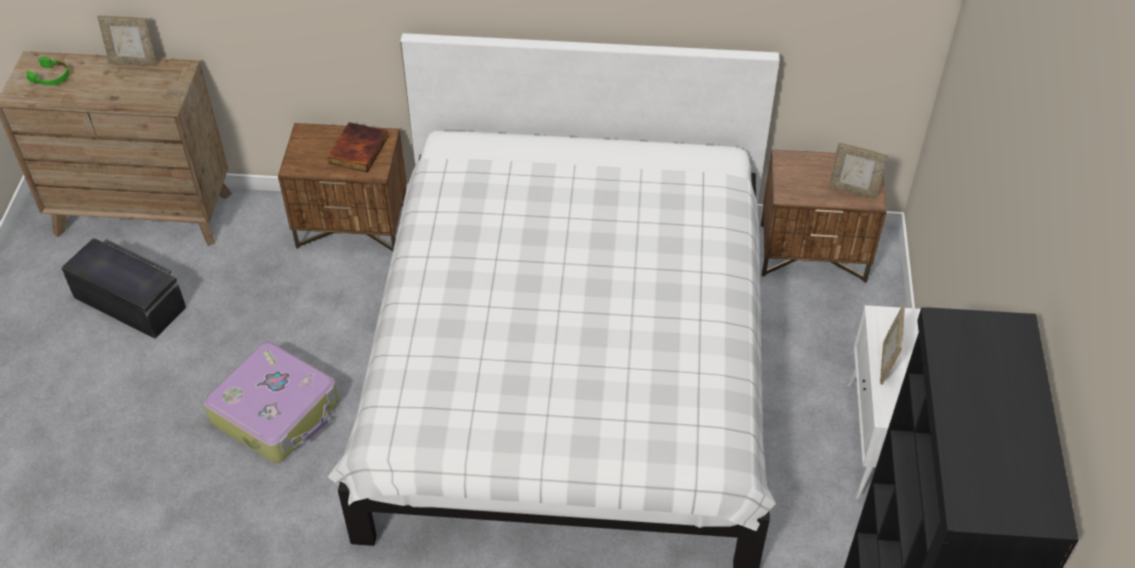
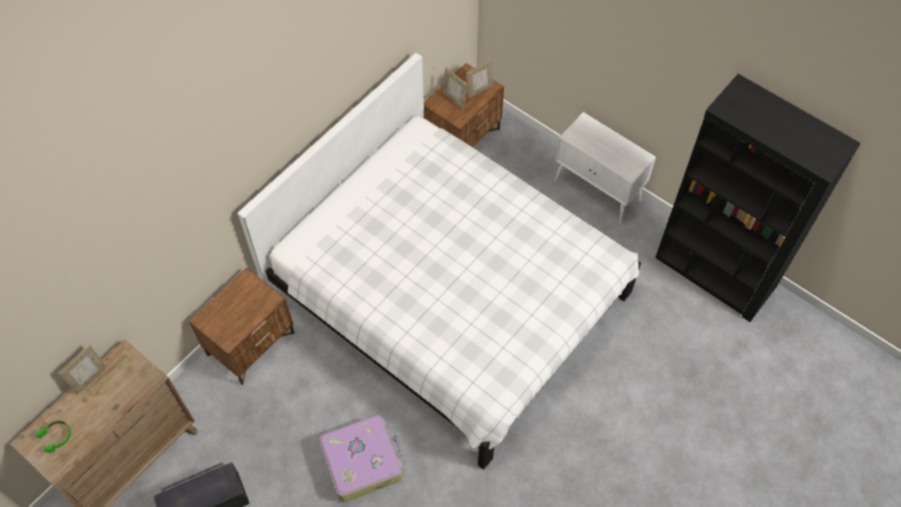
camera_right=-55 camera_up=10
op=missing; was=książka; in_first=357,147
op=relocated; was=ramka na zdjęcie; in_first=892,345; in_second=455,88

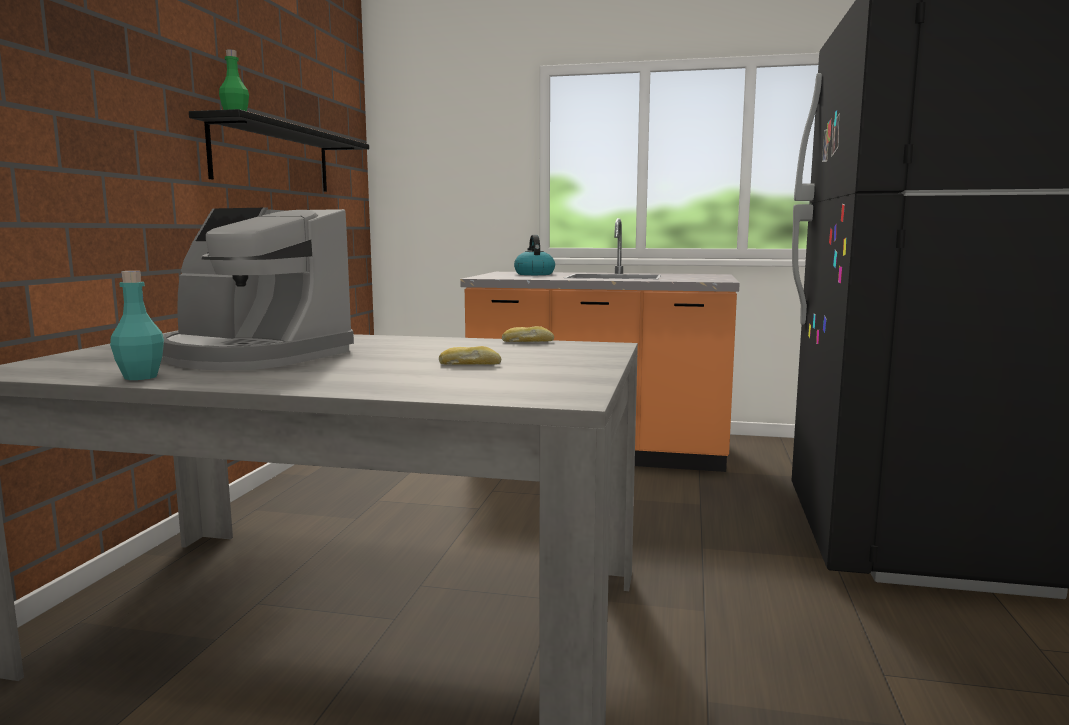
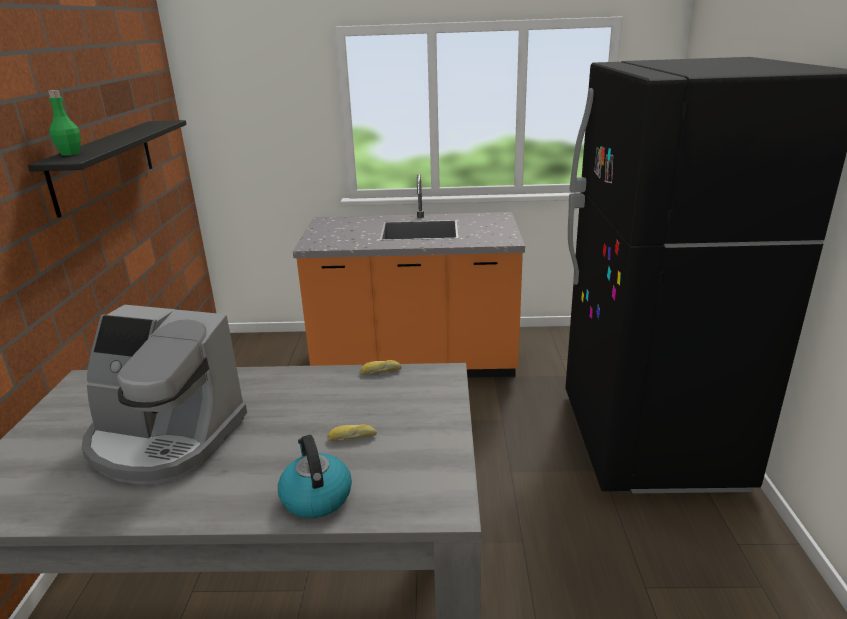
camera_right=-10 camera_up=15
op=relocated; was=czajnik; in_first=534,255; in_second=315,476
op=missing; was=butelka (turkusowy); in_first=137,325

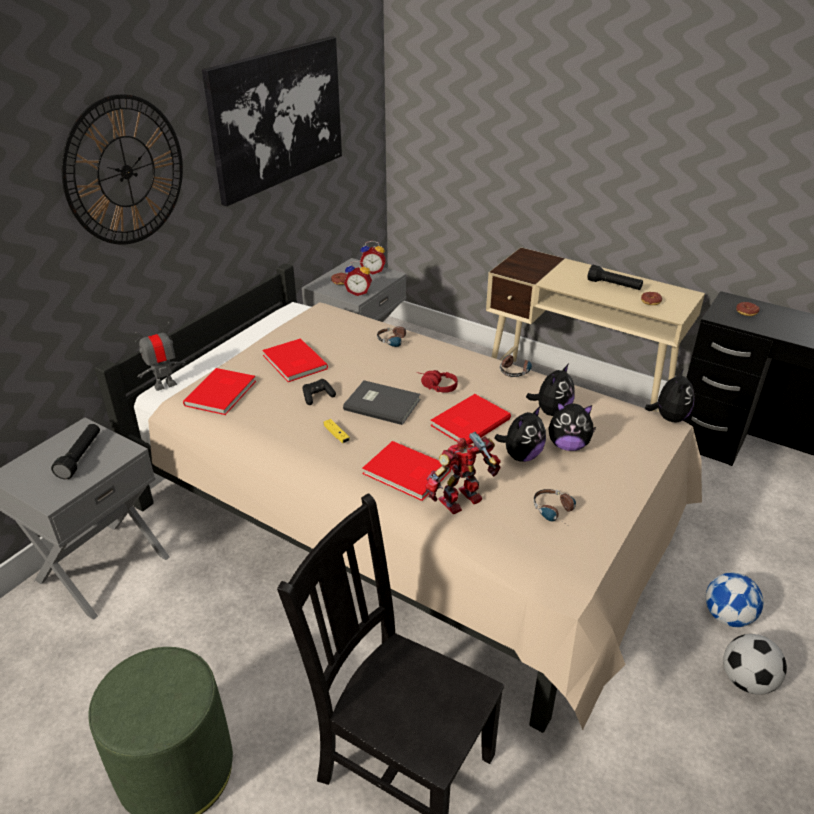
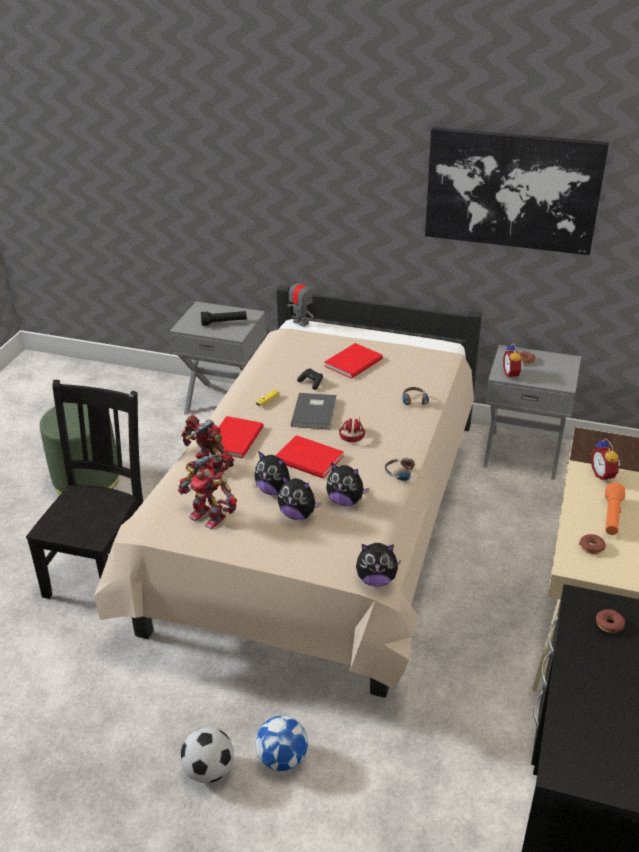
camera_right=75 camera_up=0
op=missing; was=zegar ścienny; in_first=122,169
op=relocated; was=budzik; in_first=373,258; in_second=606,460
op=colour; was=latarka (czarny); now=latarka (pomarańczowy); in_first=615,277; in_second=615,509
op=missing; was=książka (czerwony); in_first=219,391
op=spun; was=pluszak; in_first=572,426; in_second=300,498; clockwise=-60
op=exchanged; was=słuchawki; now=robot zabawkowy; in_first=554,507; in_second=207,490

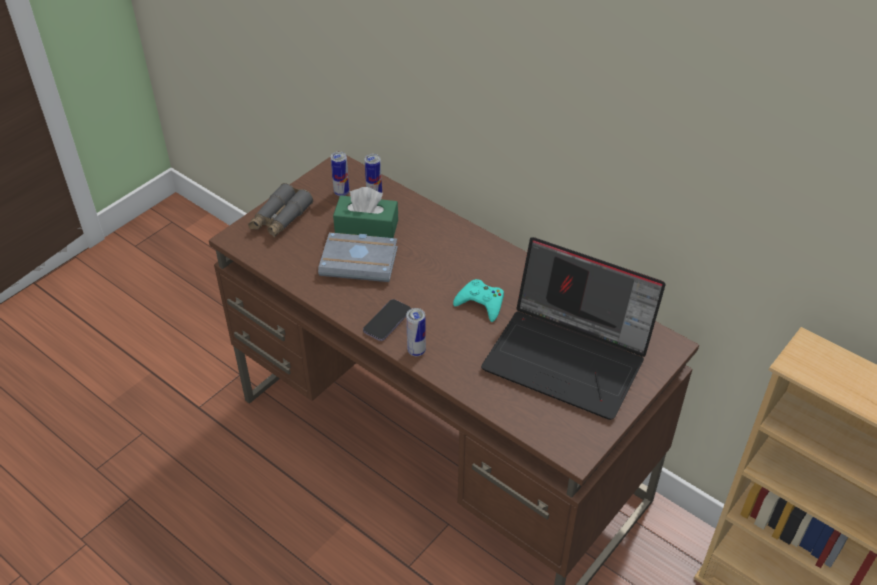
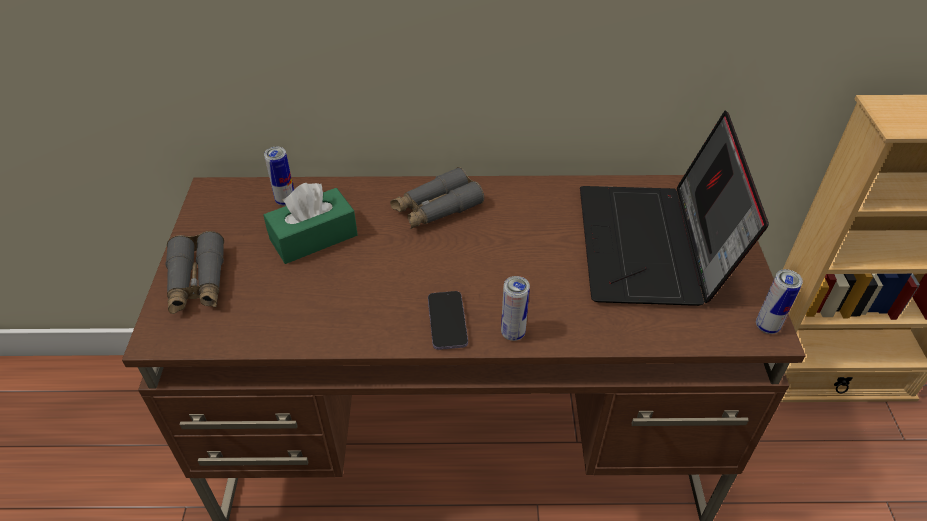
camera_right=-40 camera_up=0
op=relocated; was=puszka; in_first=340,174; in_second=779,301
op=missing; was=książka (szary); in_first=358,257
op=spun; was=laptop; in_first=573,328; in_second=674,208; clockwise=105
op=missing; was=pad do gier (turkusowy); in_first=478,300
op=appeared; now=lornetka (szary); in_second=437,198

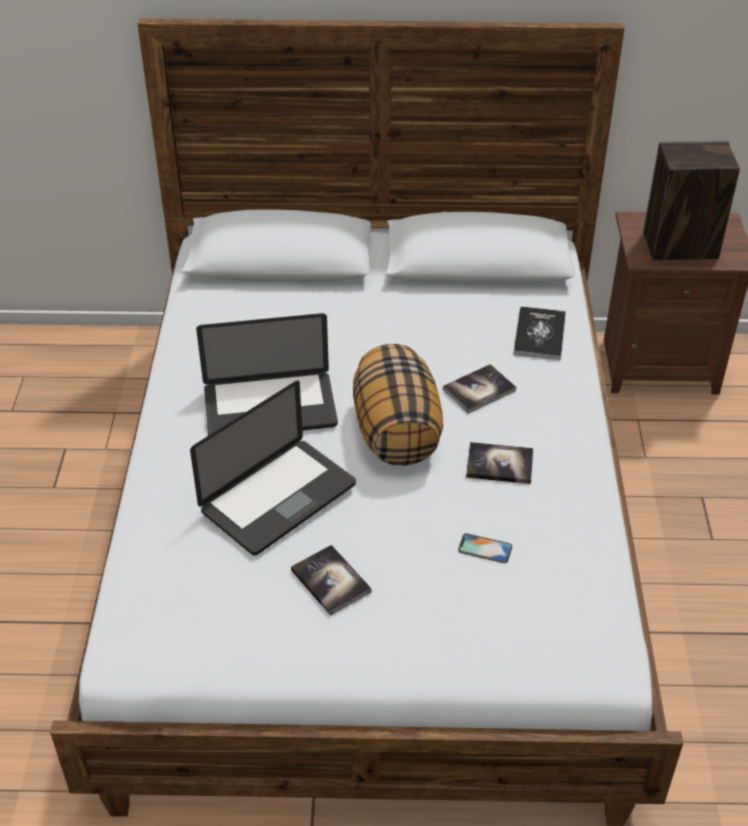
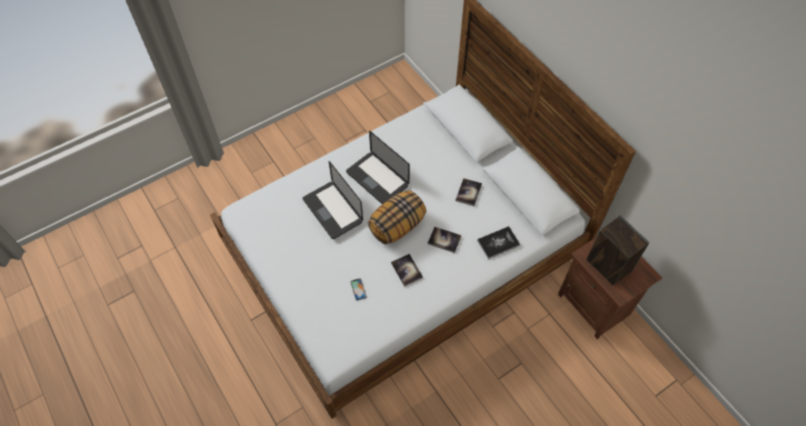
camera_right=55 camera_up=15
op=spun; was=laptop; in_first=273,468; in_second=333,200; clockwise=45
op=relocated; was=książka; in_first=331,580; in_second=469,192

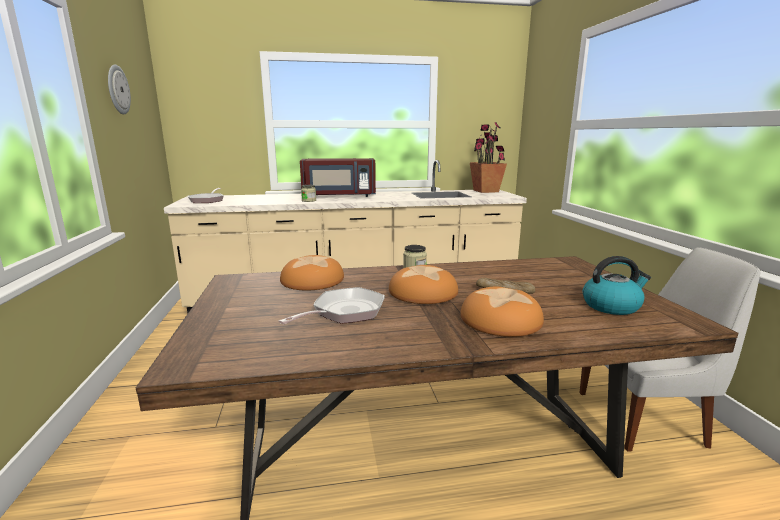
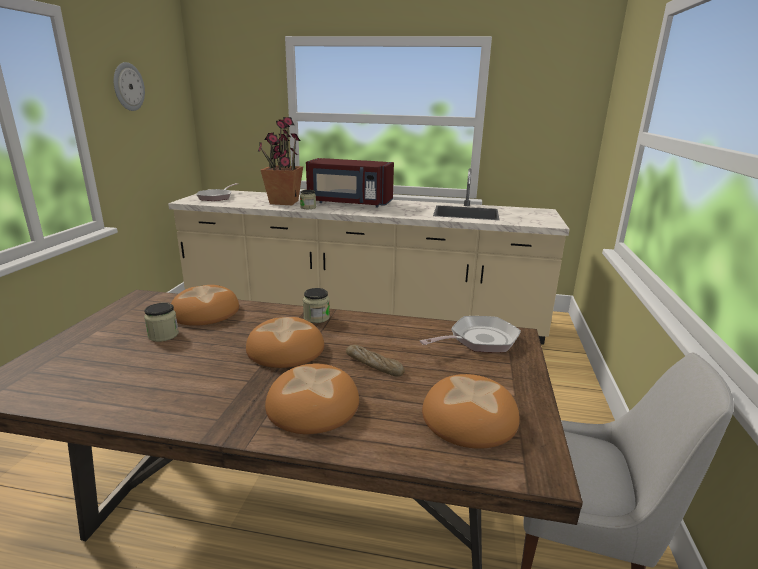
camera_right=20 camera_up=5
op=relocated; was=roślina doniczkowa; in_first=488,157; in_second=280,161
op=exchanged; was=czajnik; now=chleb; in_first=617,285; in_second=471,411
op=relocated; was=patelnia; in_first=332,305; in_second=470,334
op=appeared; now=słoik; in_second=161,322

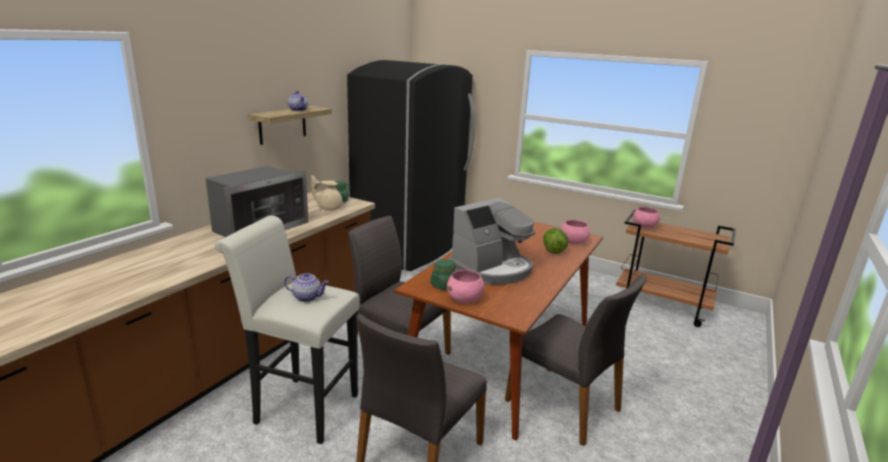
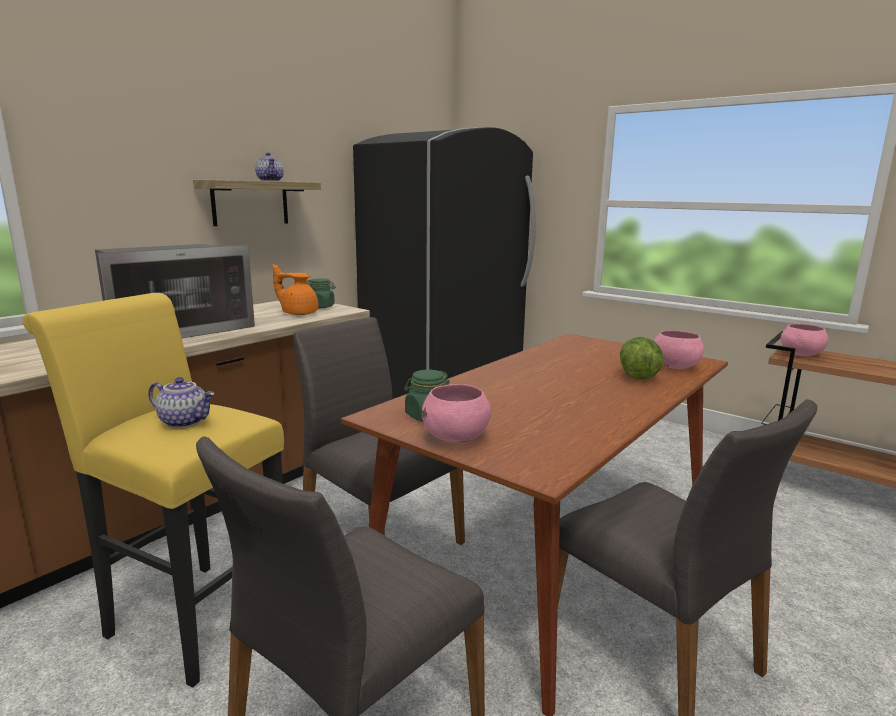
camera_right=10 camera_up=-5
op=colour; was=imbryk (beżowy); now=imbryk (pomarańczowy); in_first=327,192; in_second=296,289
op=missing; was=ekspres do kawy; in_first=491,241
op=colour; was=stołek (biały); now=stołek (żółty); in_first=287,329; in_second=153,490

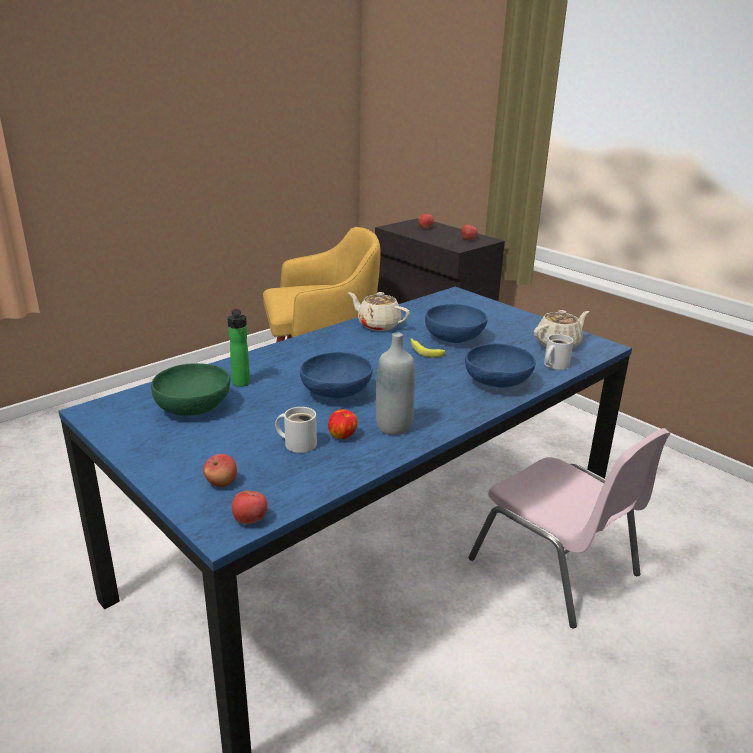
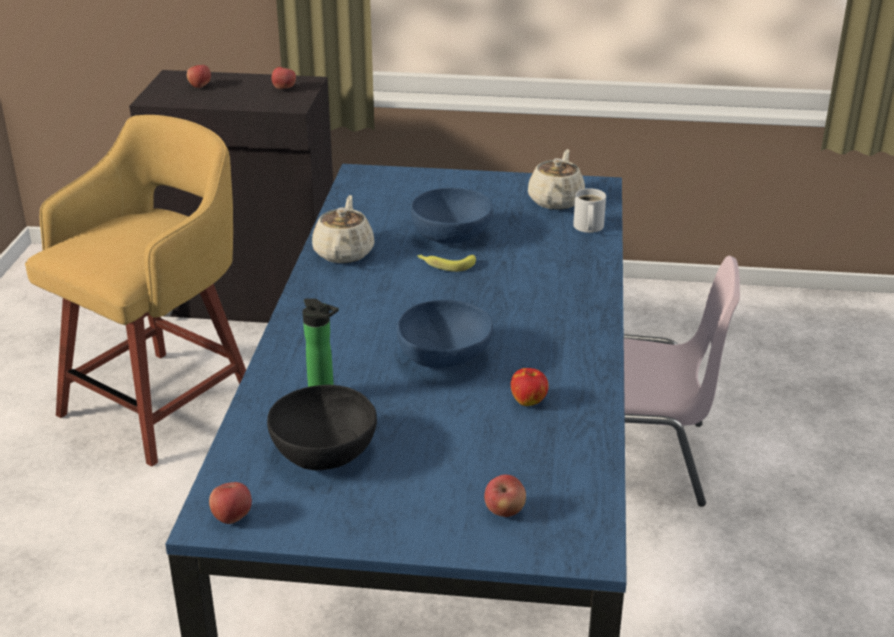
camera_right=-40 camera_up=5
op=spun; was=imbryk (beżowy); in_first=379,311; in_second=343,229; clockwise=105
op=missing; was=butelka (szary); in_first=395,383
op=missing; was=miska (niebieski); in_first=500,366
op=colour; was=miska (zielony); now=miska (czarny); in_first=190,389; in_second=322,427
op=missing; was=kubek (biały); in_first=296,430
op=relocated; was=jabłko; in_first=250,507; in_second=230,503

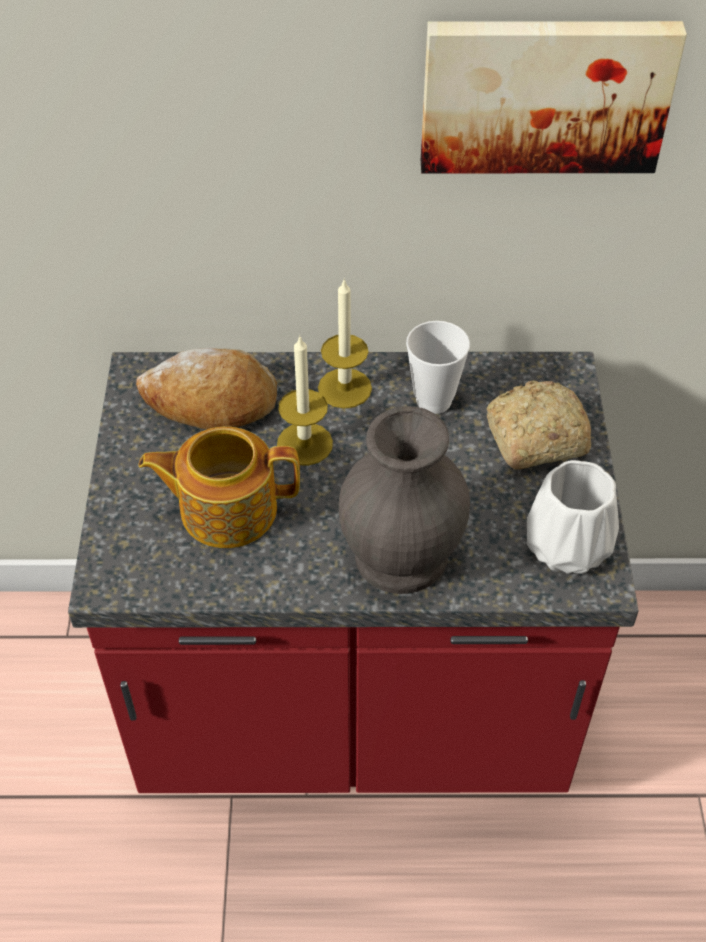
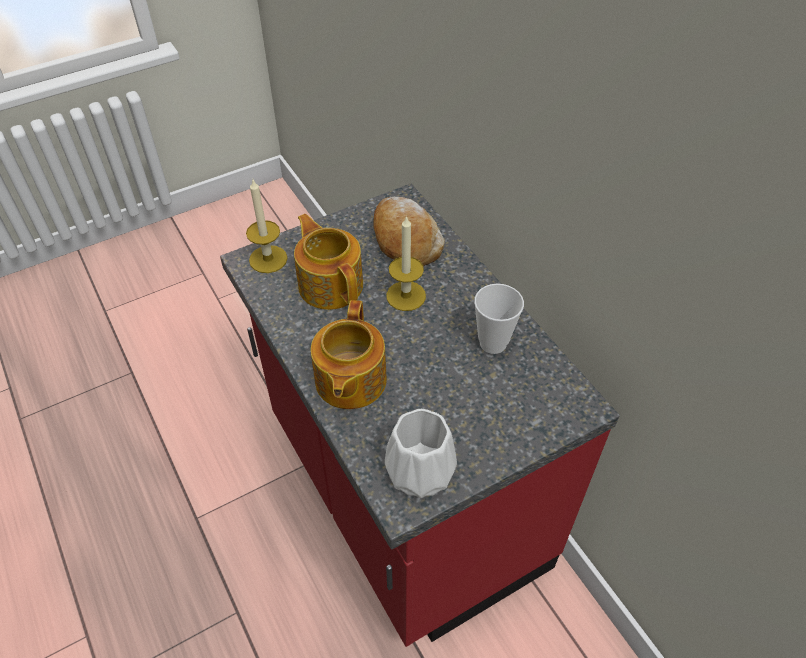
camera_right=60 camera_up=0
op=missing; was=obraz; in_first=554,97
op=relocated; was=świeca; in_first=345,343; in_second=267,226
op=missing; was=chleb; in_first=538,425
op=exchanged; was=wazon (szary); now=imbryk; in_first=404,500; in_second=349,354

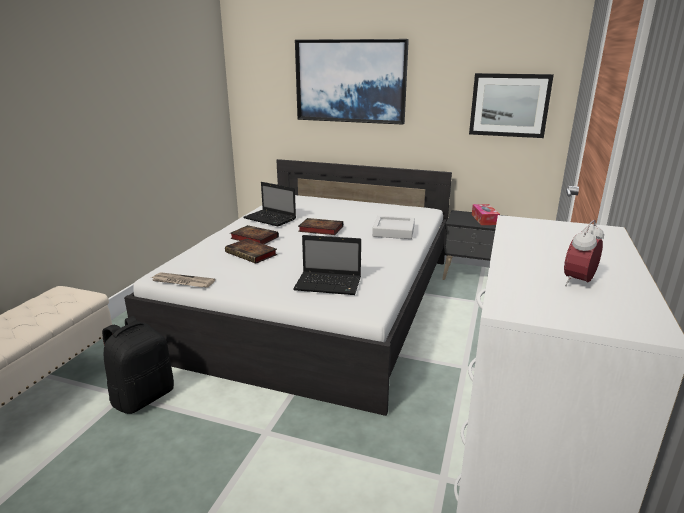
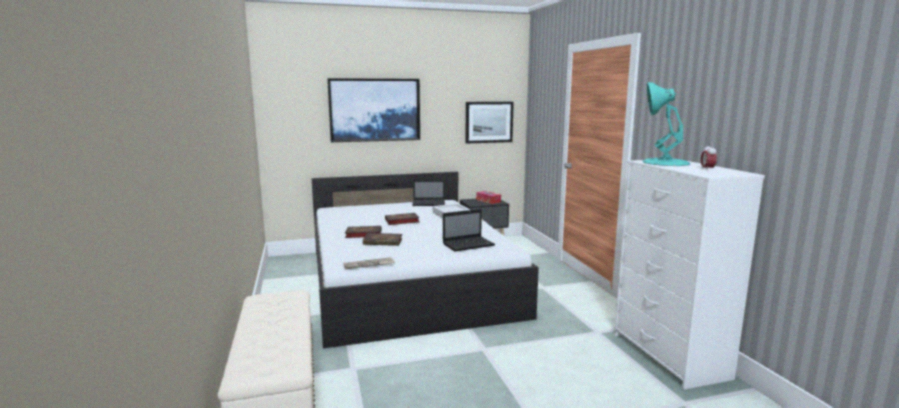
camera_right=-35 camera_up=-10
op=relocated; was=laptop; in_first=269,204; in_second=428,192
op=missing; was=plecak (czarny); in_first=138,365
op=appeared; now=lampa stołowa (turkusowy); in_second=666,124

